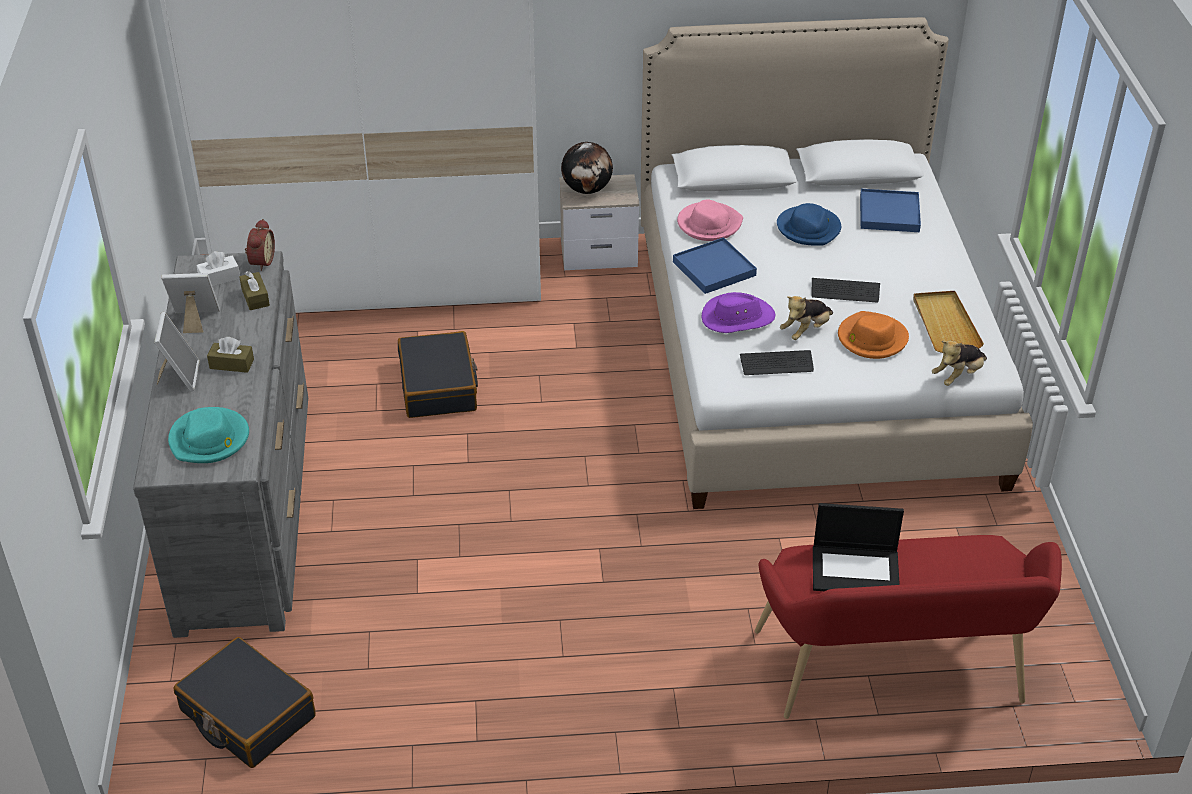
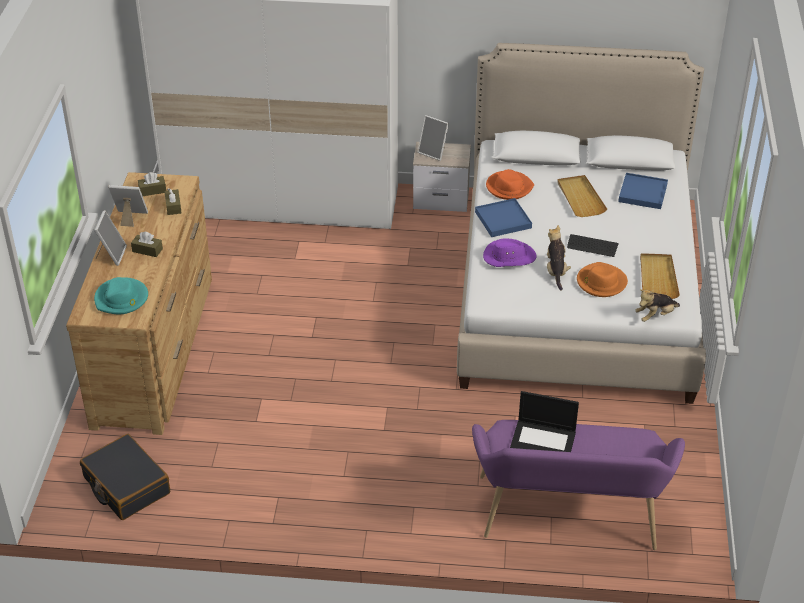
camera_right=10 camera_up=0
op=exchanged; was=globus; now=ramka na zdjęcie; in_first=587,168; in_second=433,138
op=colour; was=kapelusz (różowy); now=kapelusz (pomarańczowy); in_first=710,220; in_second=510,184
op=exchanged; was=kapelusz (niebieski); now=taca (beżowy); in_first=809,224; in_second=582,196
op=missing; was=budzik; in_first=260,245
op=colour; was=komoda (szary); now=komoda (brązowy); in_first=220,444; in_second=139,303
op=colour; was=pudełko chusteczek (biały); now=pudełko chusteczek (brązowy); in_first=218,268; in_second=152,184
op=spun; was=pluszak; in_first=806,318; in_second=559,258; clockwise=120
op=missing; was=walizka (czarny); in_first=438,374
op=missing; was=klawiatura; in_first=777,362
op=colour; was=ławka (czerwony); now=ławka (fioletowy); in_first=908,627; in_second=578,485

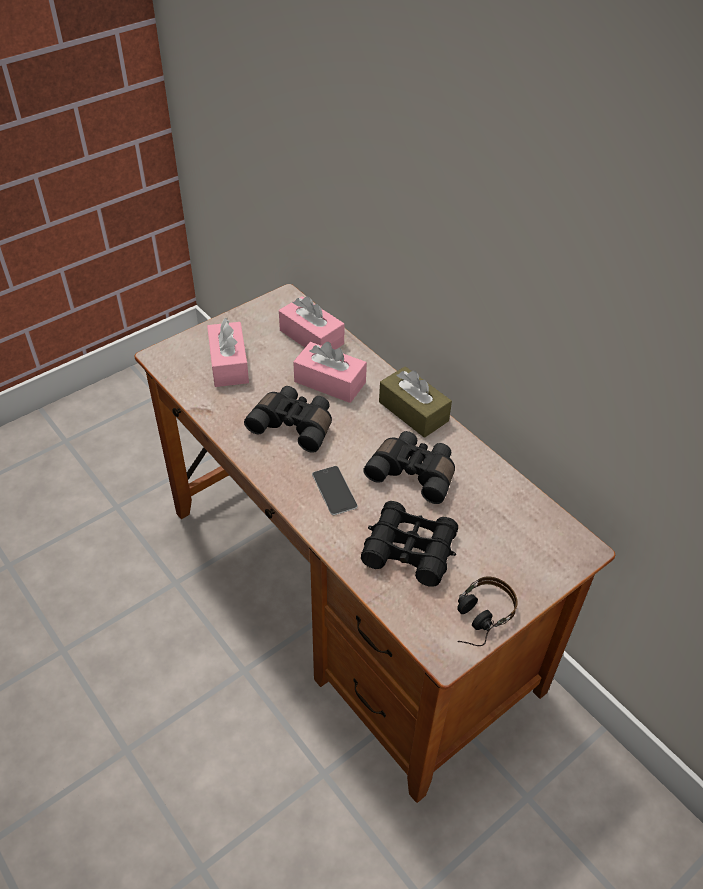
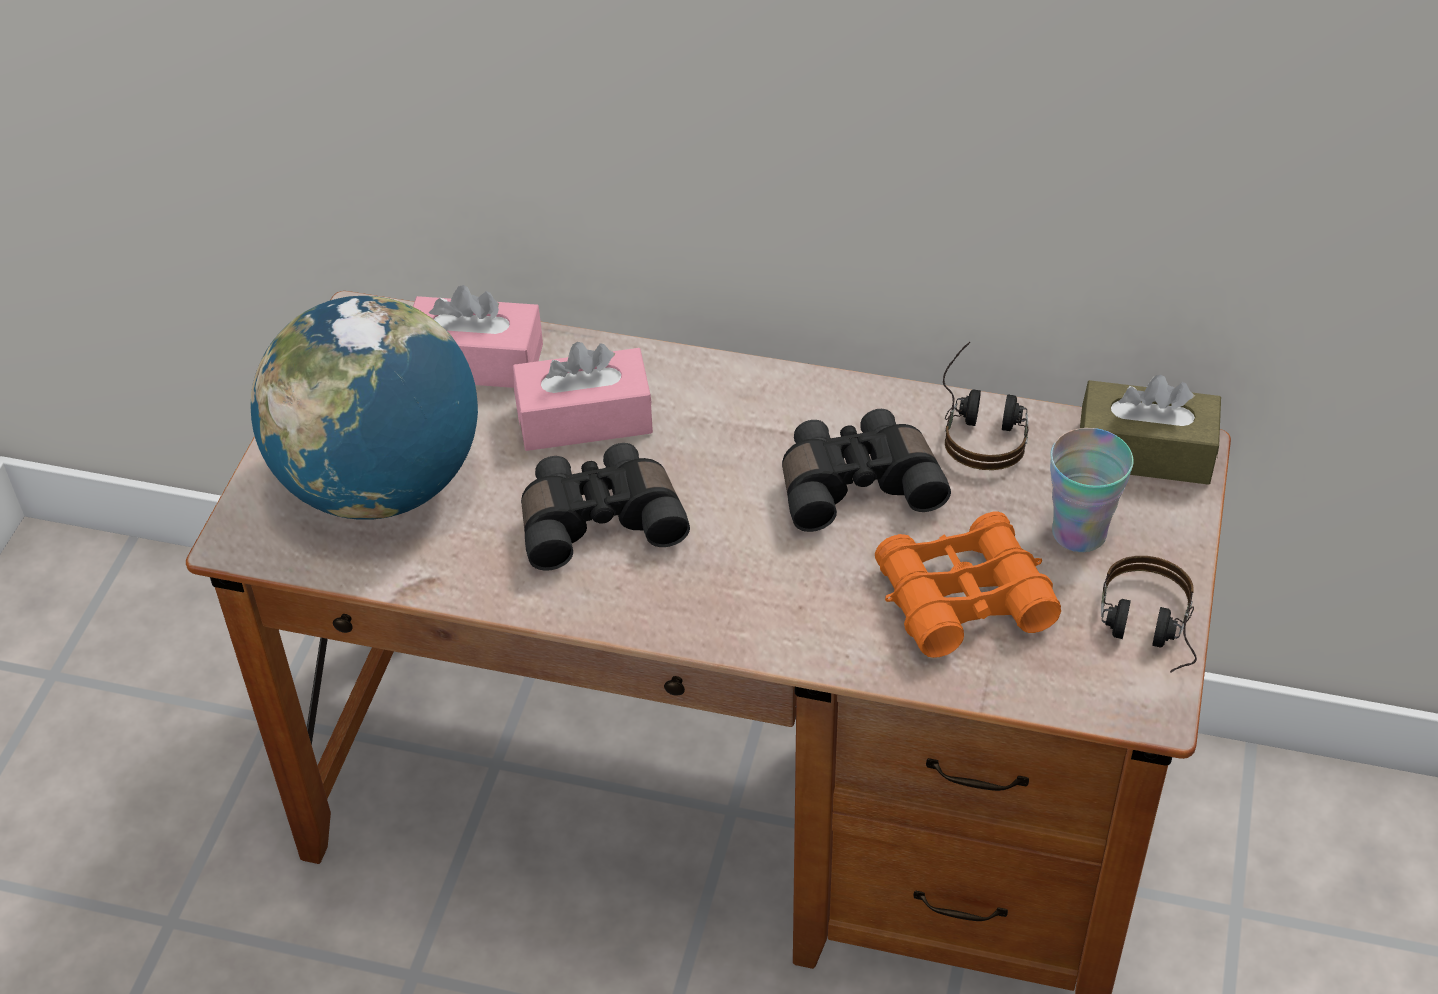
camera_right=-35 camera_up=0
op=exchanged; was=pudełko chusteczek (różowy); now=globus; in_first=228,352; in_second=364,408
op=relocated; was=pudełko chusteczek (brązowy); in_first=415,402; in_second=1150,430
op=missing; was=telefon; in_first=335,490
op=colour; was=lornetka (czarny); now=lornetka (pomarańczowy); in_first=409,544; in_second=968,584
op=appeared; now=słuchawki; in_second=986,406
op=appeared; now=filiżanka; in_second=1092,490

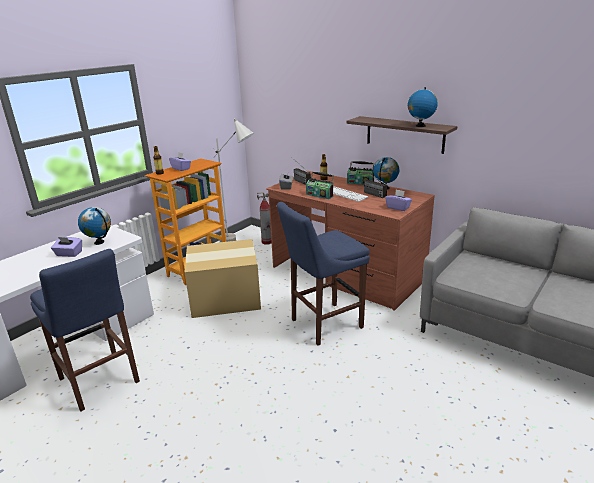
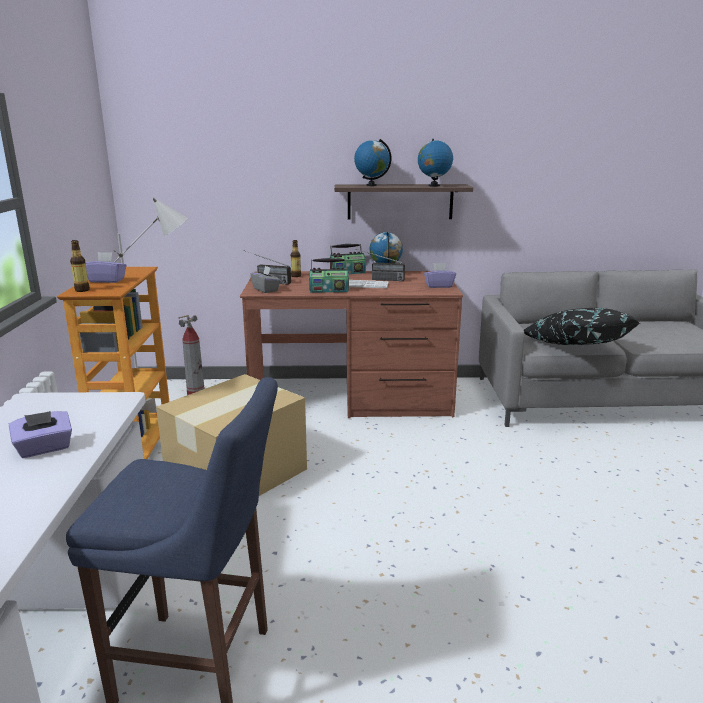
camera_right=-40 camera_up=-5
op=missing; was=stołek (niebieski); in_first=323,273
op=relocated; was=globus; in_first=94,226; in_second=372,162
op=appeared; now=poduszka (czarny); in_second=582,326

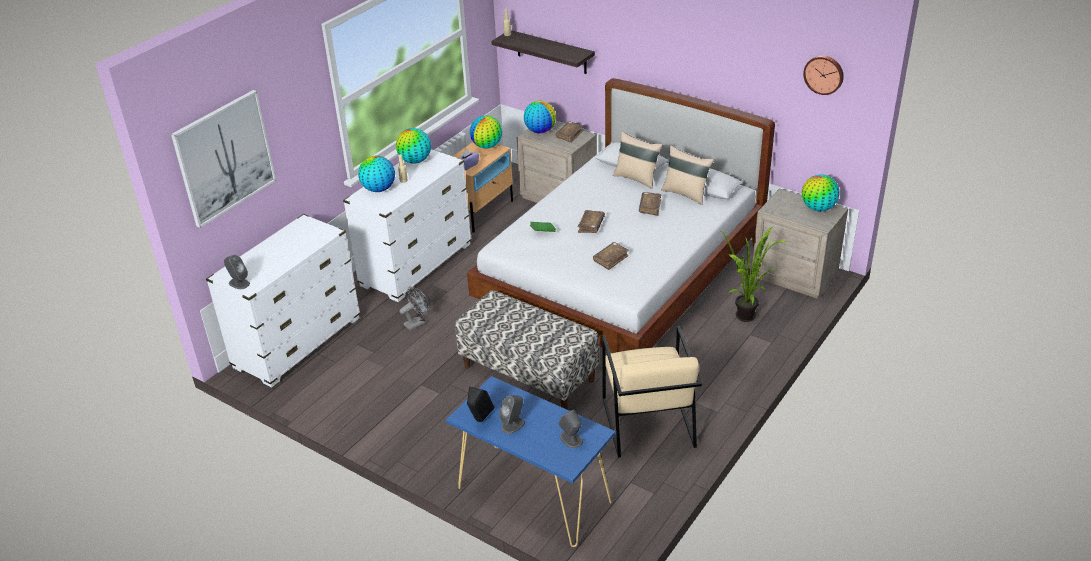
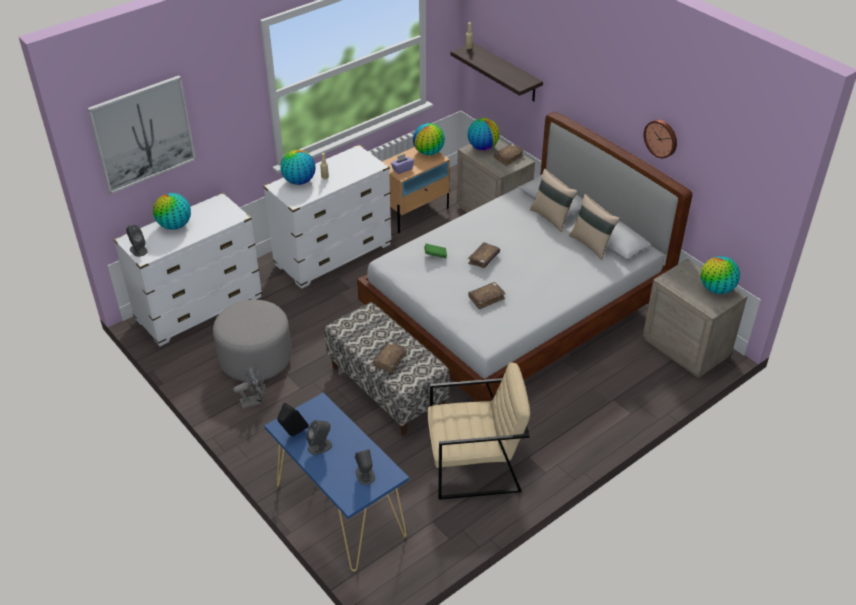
camera_right=15 camera_up=5
op=relocated; was=zegar ścienny; in_first=823,75; in_second=660,139
op=relocated; was=globus; in_first=413,146; in_second=172,211
op=relocated; was=książka (brązowy); in_first=650,204; in_second=389,357
op=missing; was=roślina doniczkowa; in_first=754,274
op=relocated; was=wentylator (szary); in_first=414,309; in_second=249,387
op=spun; was=fotel (beżowy); in_first=652,392; in_second=478,431; clockwise=-105
op=appeared; now=pufa (szary); in_second=252,341

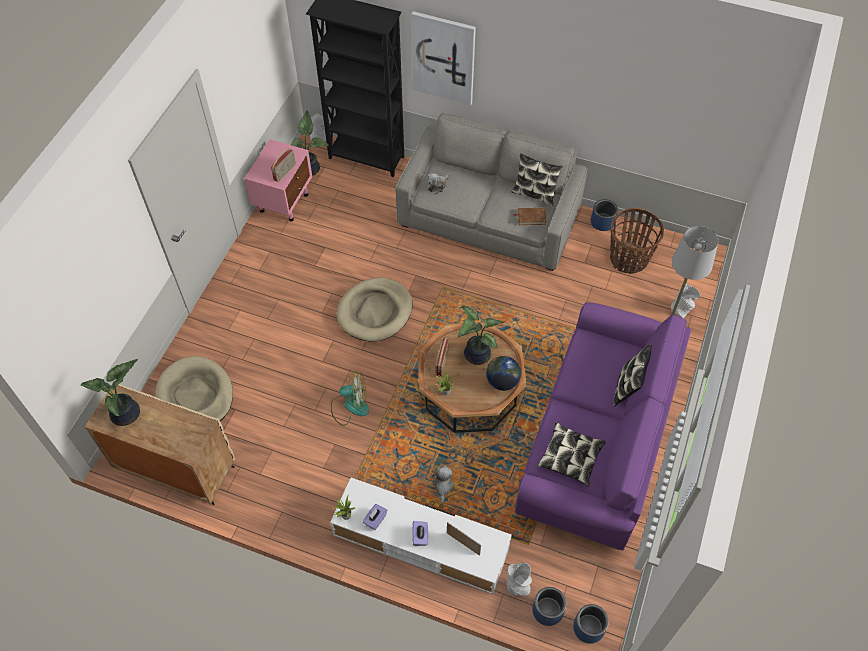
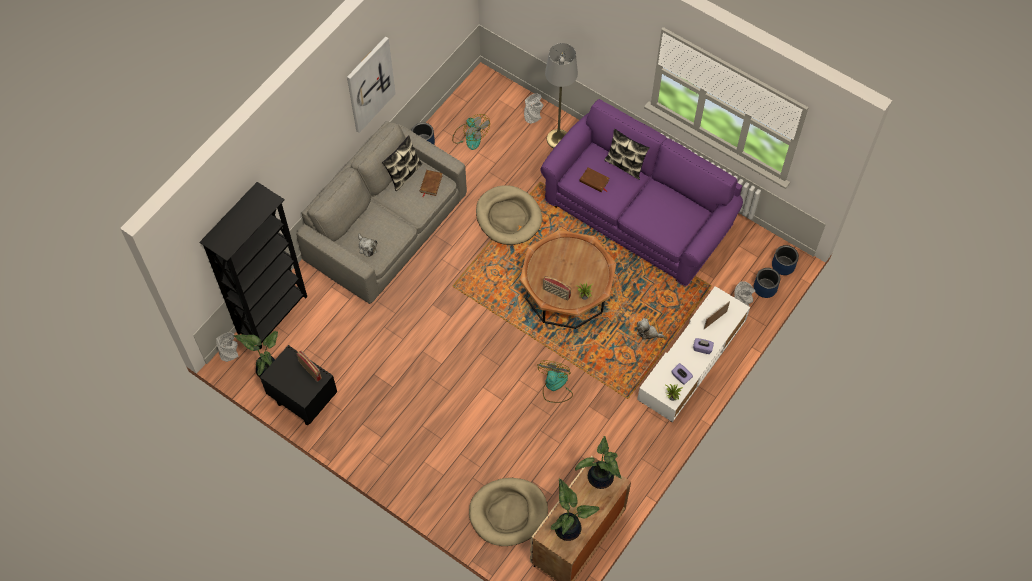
camera_right=-75 camera_up=5
op=relocated; was=obraz; in_first=443,58; in_second=371,84
op=colour; was=szafka nocna (różowy); now=szafka nocna (czarny); in_first=278,180; in_second=298,385
op=exchanged; was=koszyk; now=wentylator; in_first=637,241; in_second=471,132
op=relocated; was=legowisko (beżowy); in_first=374,309; in_second=509,215
op=relocated; was=roślina doniczkowa; in_first=481,335; in_second=598,462
op=missing; was=globus; in_first=503,373
op=missing; was=poduszka; in_first=572,454
op=appeared; now=książka (brązowy); in_second=594,180

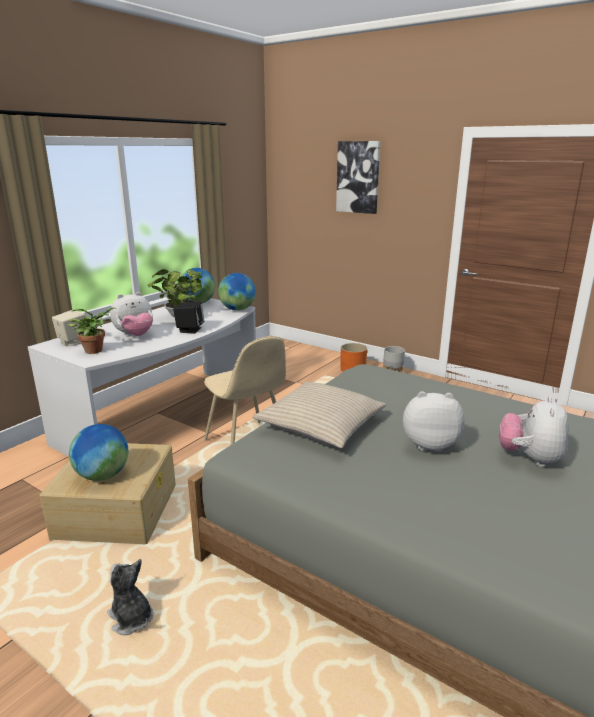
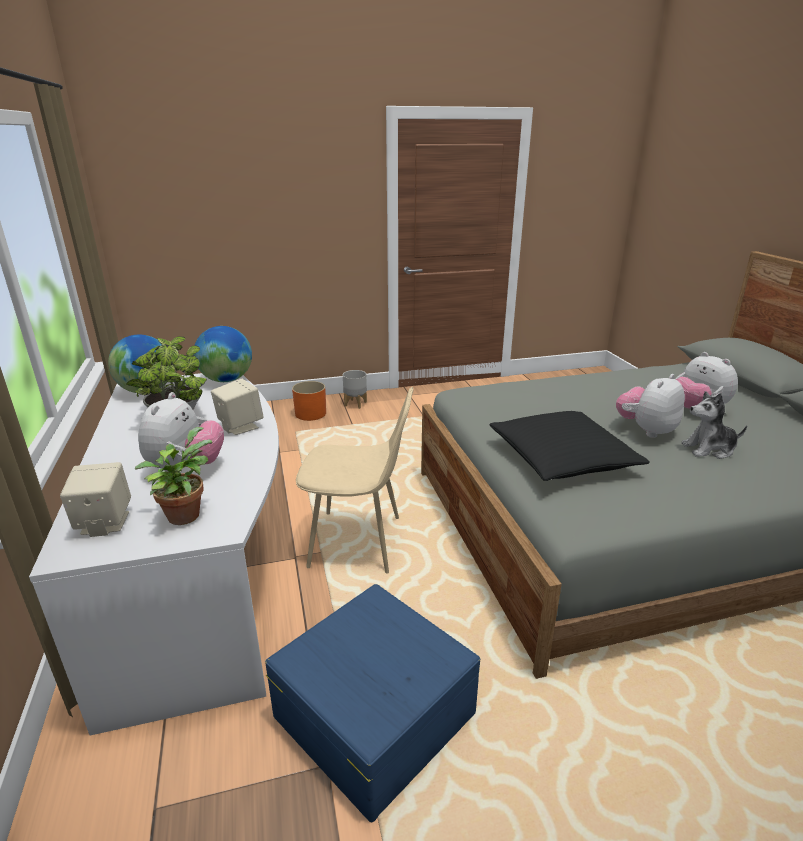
camera_right=-50 camera_up=5
op=missing; was=obraz; in_first=358,177
op=colour; was=głośnik (czarny); now=głośnik (beżowy); in_first=189,317; in_second=237,407
op=colour; was=poduszka (beżowy); now=poduszka (czarny); in_first=320,414; in_second=570,446
op=missing; was=globus; in_first=98,452
op=colour; was=pojemnik do przechowywania (beżowy); now=pojemnik do przechowywania (niebieski); in_first=108,493; in_second=372,703
op=relocated; was=pluszak; in_first=130,597; in_second=714,425

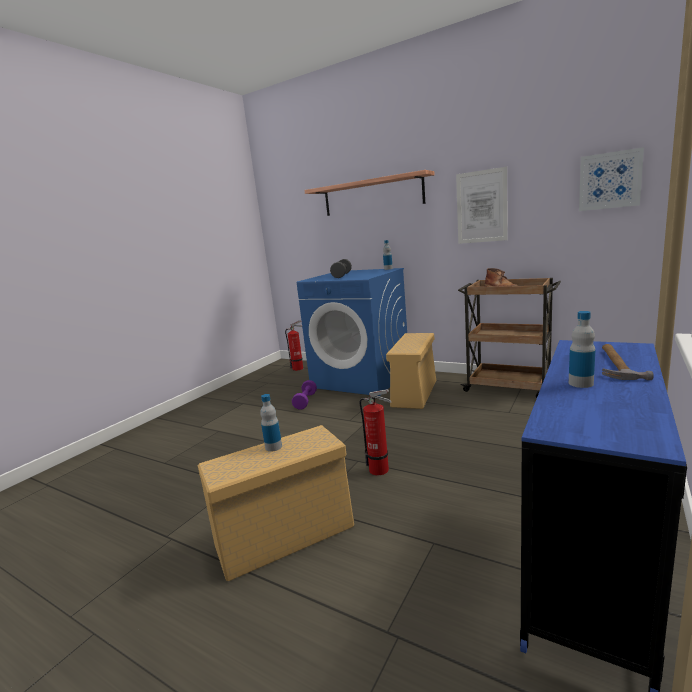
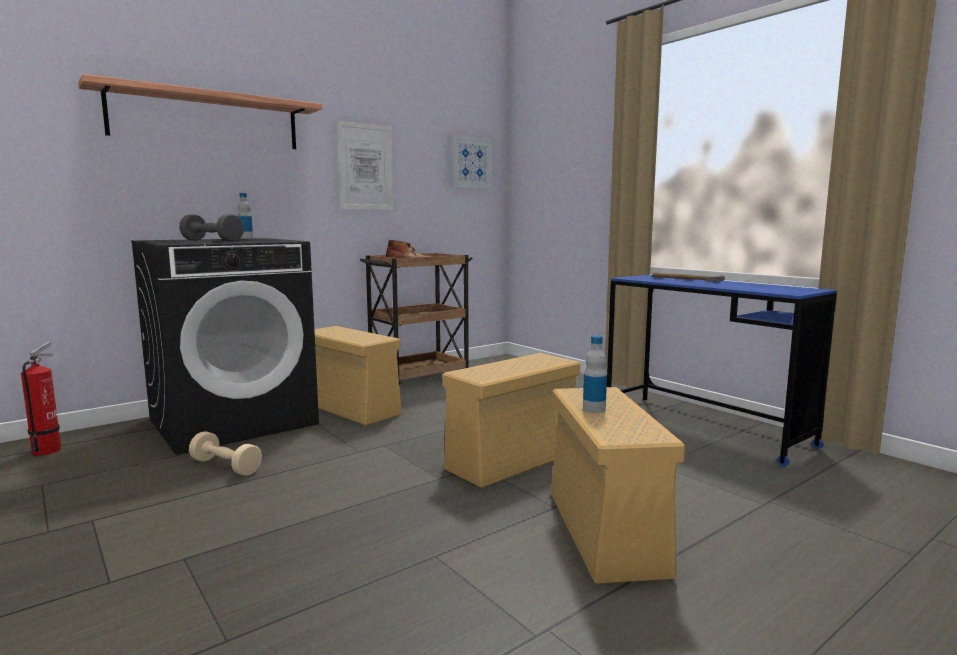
camera_right=-70 camera_up=-5
op=colour; was=pralka (niebieski); now=pralka (czarny); in_first=352,332; in_second=225,346
op=missing; was=butelka; in_first=582,349
op=colour; was=hantel (fioletowy); now=hantel (beżowy); in_first=304,395; in_second=225,453
op=exchanged; was=gaśnica; now=pojemnik do przechowywania (beżowy); in_first=376,432; in_second=511,420

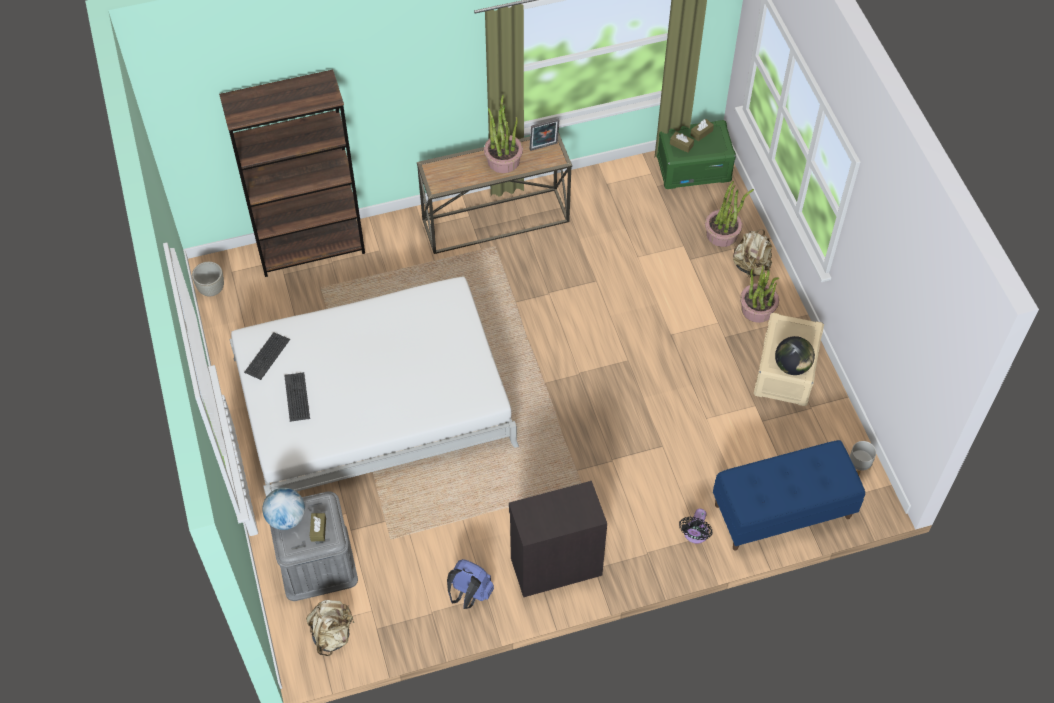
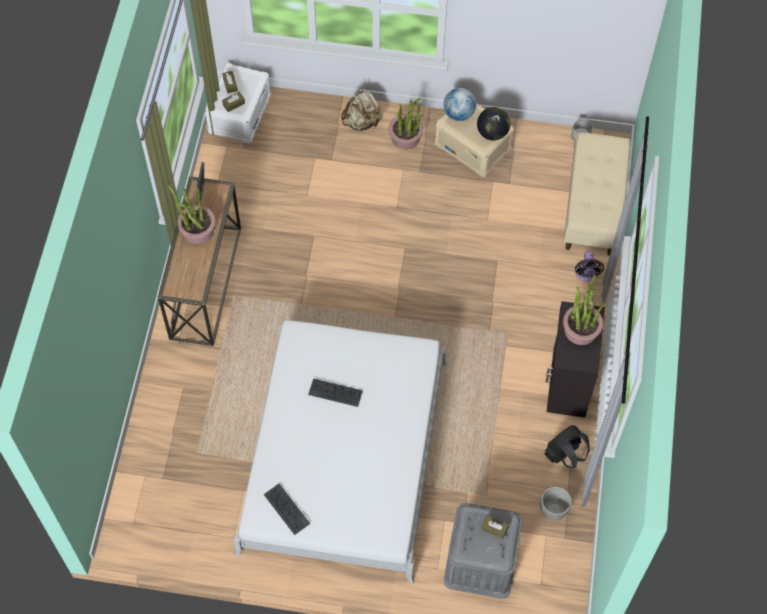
camera_right=-65 camera_up=5
op=missing; was=regał (brązowy); in_first=292,173
op=colour; was=pojemnik do przechowywania (zielony); now=pojemnik do przechowywania (biały); in_first=696,154; in_second=237,103
op=relocated; was=roślina doniczkowa; in_first=729,214; in_second=583,309
op=relocated; was=donica (szary); in_first=208,279; in_second=556,504
op=relocated; was=klawiatura; in_first=297,397; in_second=335,393
op=colour; was=ławka (niebieski); now=ławka (beżowy); in_first=789,495; in_second=597,194
op=relocated; was=globus; in_first=283,509; in_second=459,104
op=spun; was=wentylator (czarny); in_first=695,526; in_second=589,266; clockwise=45
op=colour; was=plecak (niebieski); now=plecak (czarny); in_first=470,584; in_second=567,446
op=missing; was=plecak (beżowy); in_first=330,628

